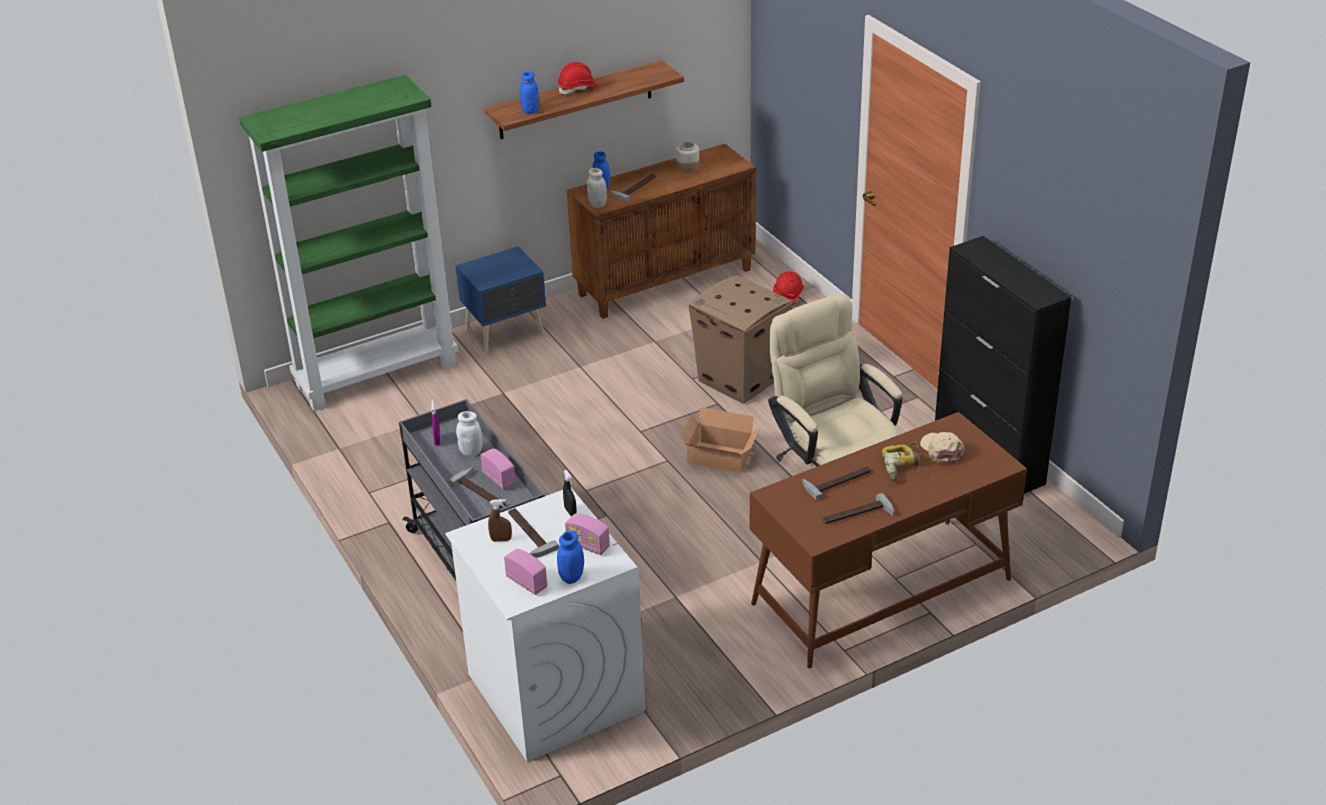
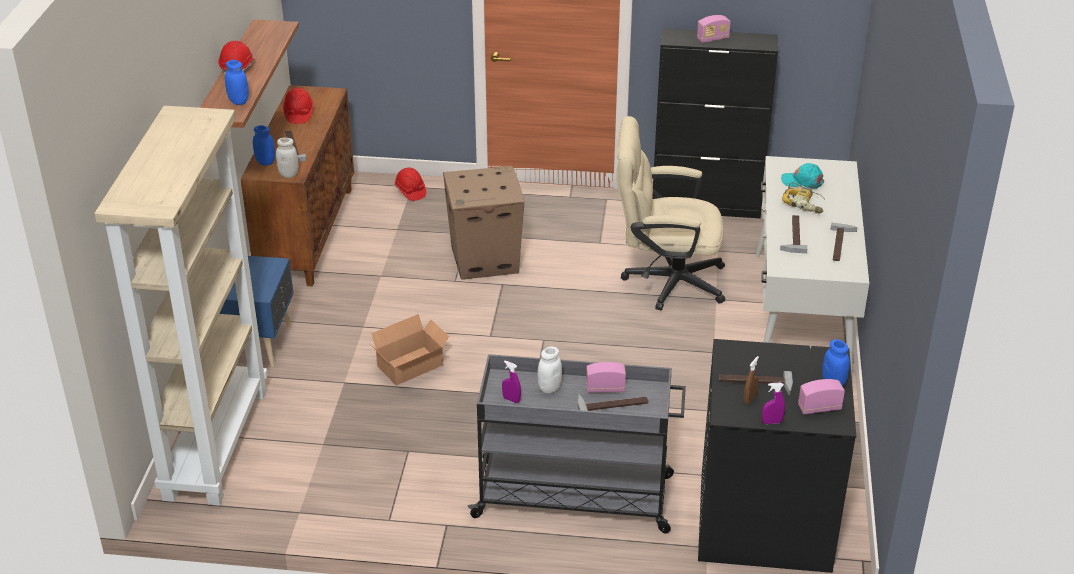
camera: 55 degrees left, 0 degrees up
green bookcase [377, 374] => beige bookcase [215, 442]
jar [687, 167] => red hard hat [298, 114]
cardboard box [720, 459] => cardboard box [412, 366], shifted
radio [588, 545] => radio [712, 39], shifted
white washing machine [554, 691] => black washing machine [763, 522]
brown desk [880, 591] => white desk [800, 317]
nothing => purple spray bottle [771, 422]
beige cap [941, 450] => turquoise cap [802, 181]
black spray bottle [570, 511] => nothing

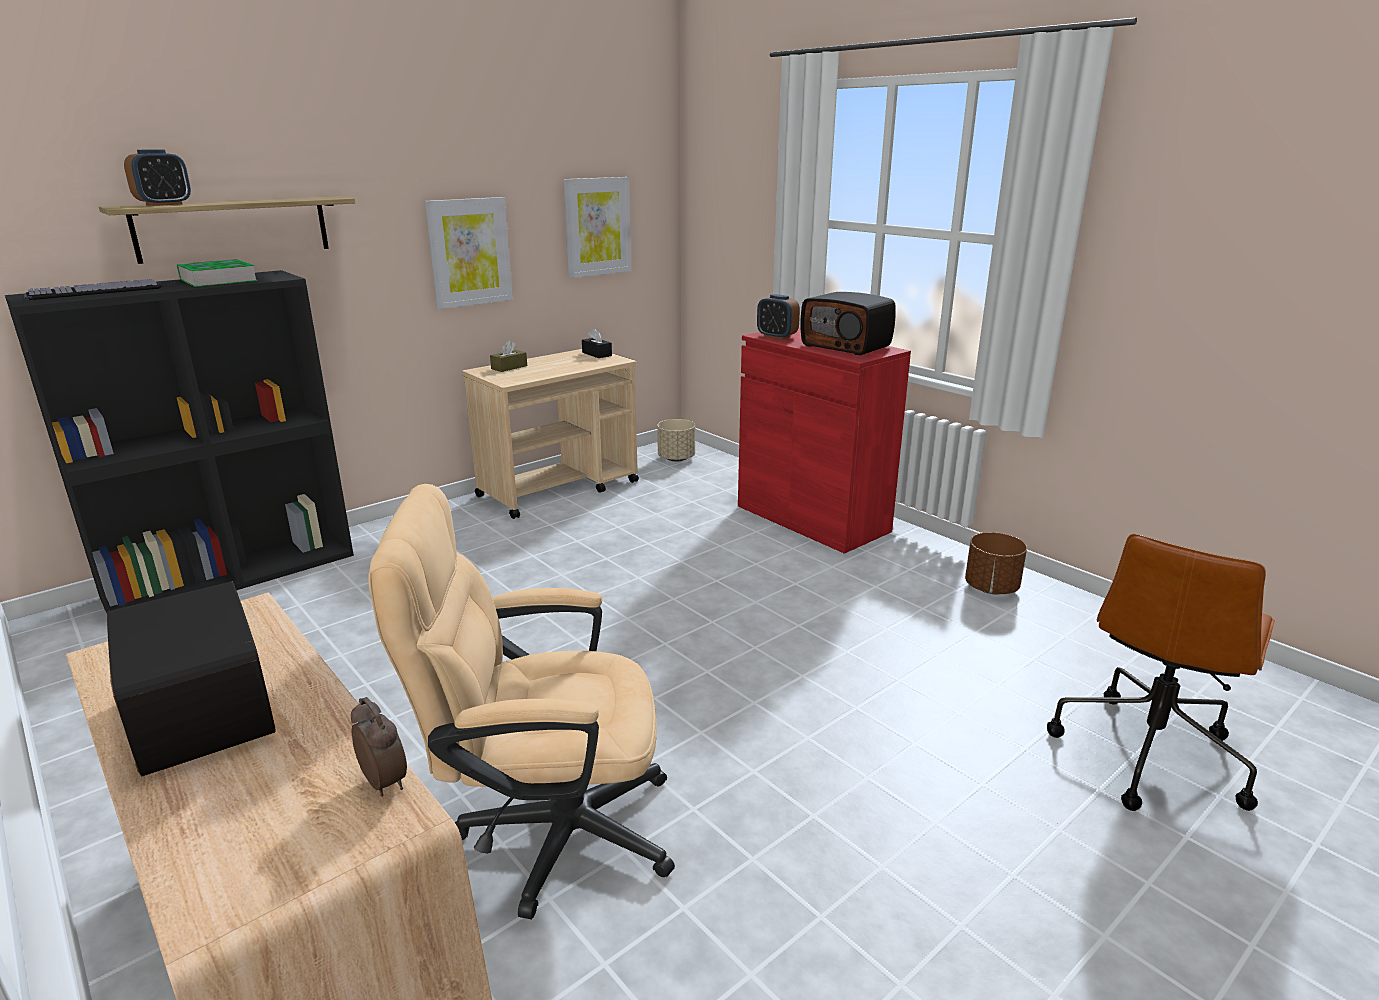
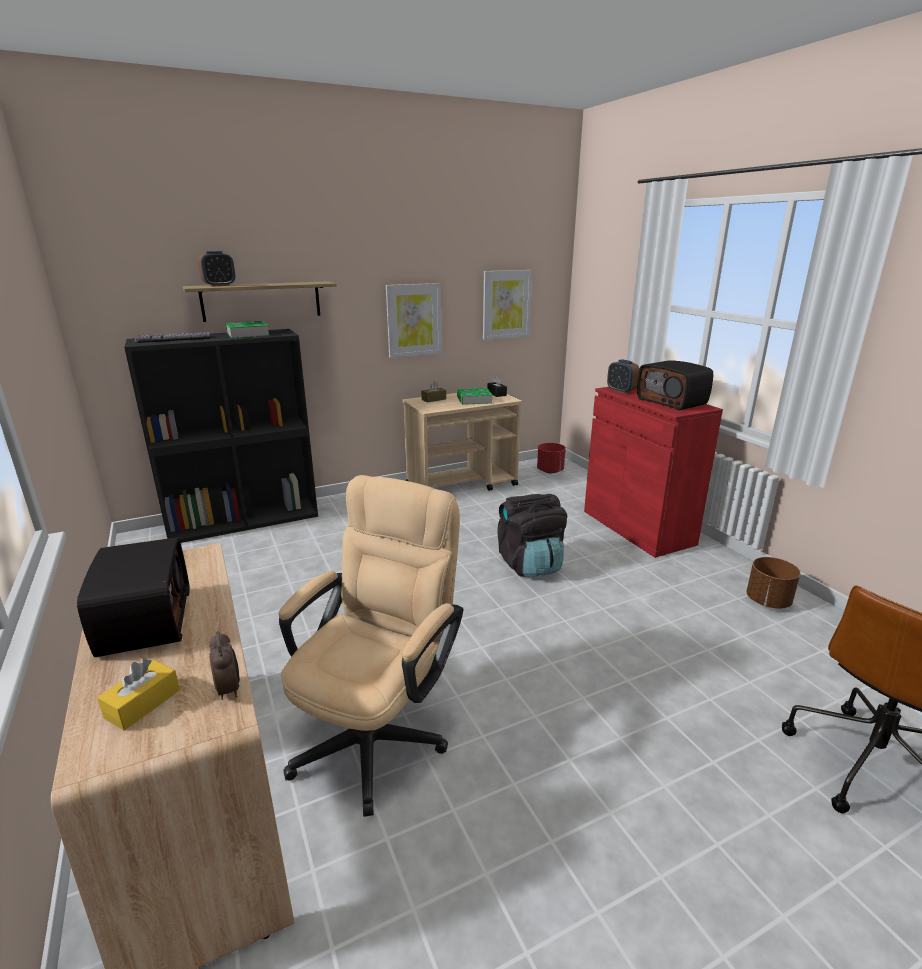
camera: 15 degrees right, 0 degrees up
nothing => yellow tissue box [143, 704]
beige office chair [546, 830] => beige office chair [378, 731], 105 degrees clockwise
nothing => book [474, 400]
nothing => black backpack [530, 564]
beige planter [676, 458] => red planter [550, 471]

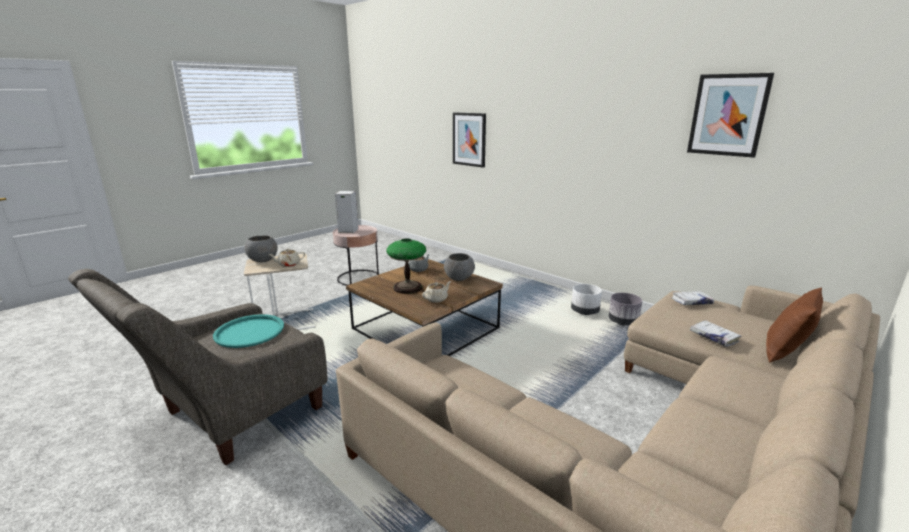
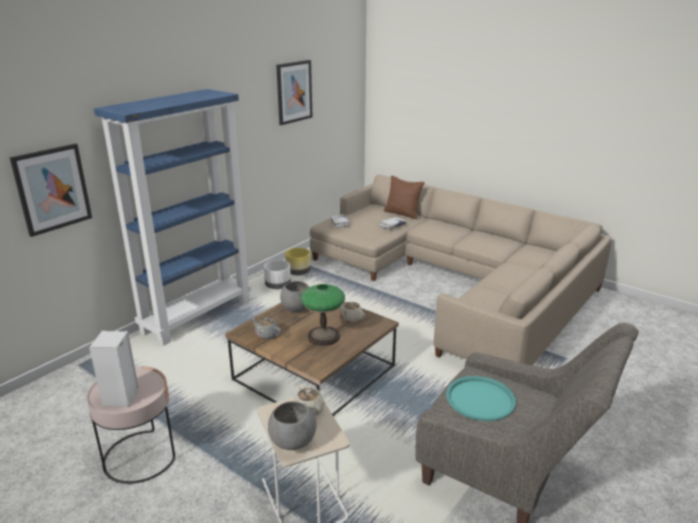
camera: 95 degrees left, 5 degrees up
nothing => blue bookcase [197, 315]
grey planter [623, 322] => yellow planter [298, 273]

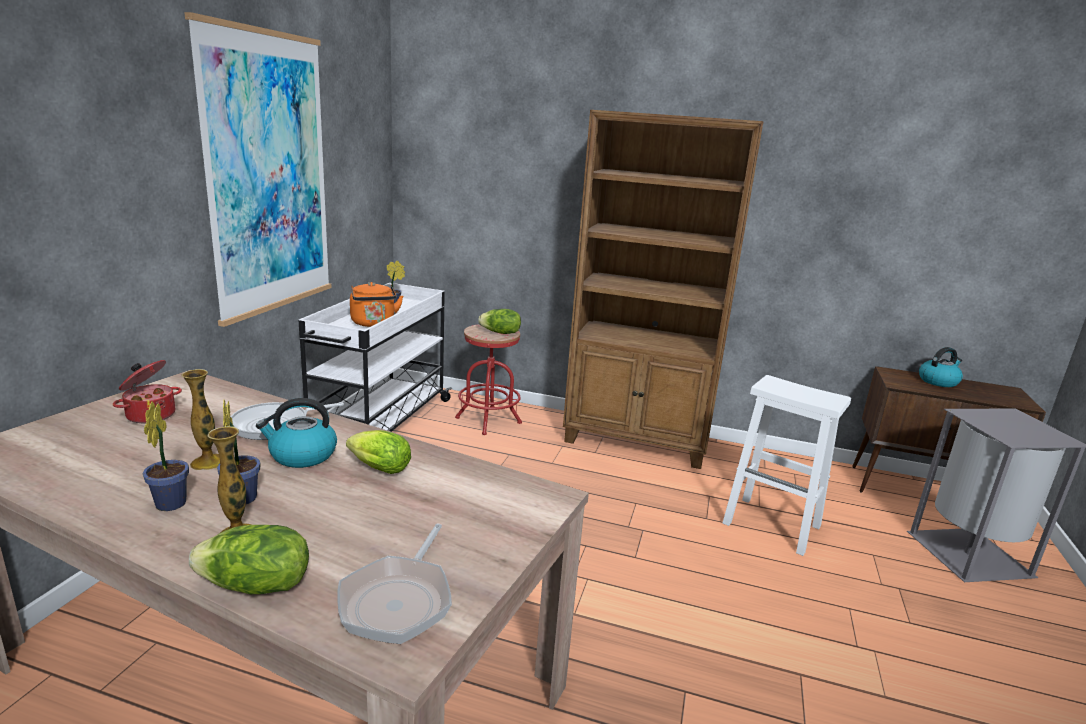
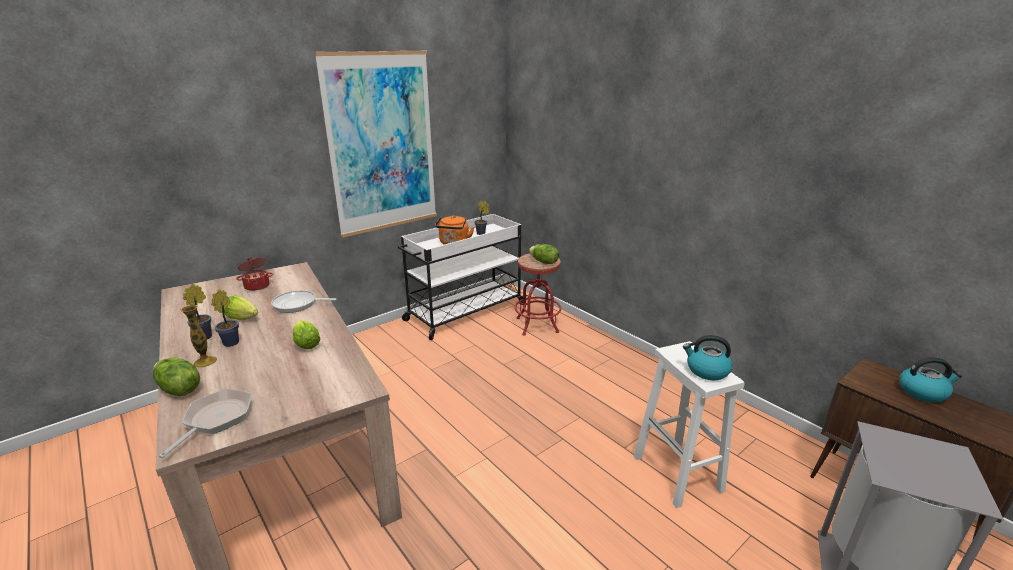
camera: 35 degrees right, 5 degrees up
frying pan [399, 600] => frying pan [215, 419], 150 degrees clockwise
vase [208, 462] => lettuce [244, 319]
kettle [302, 455] => kettle [706, 370], shifted
brown bookcase [637, 442] => nothing

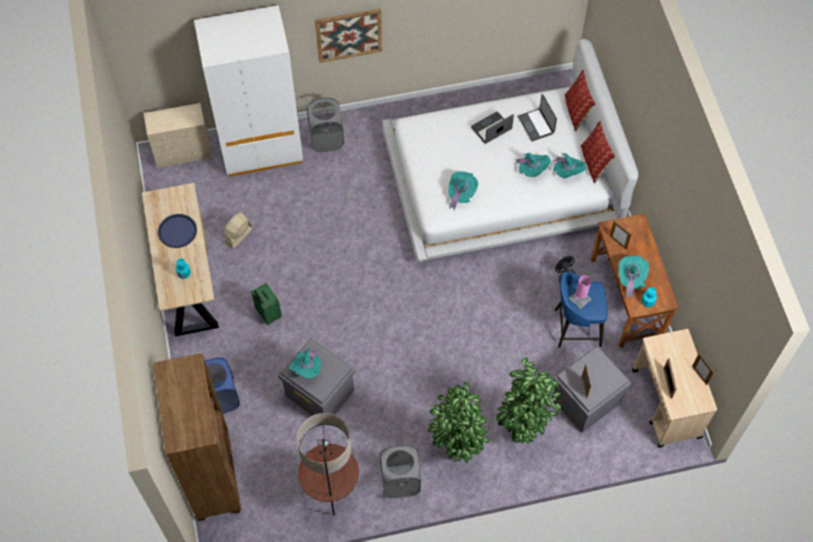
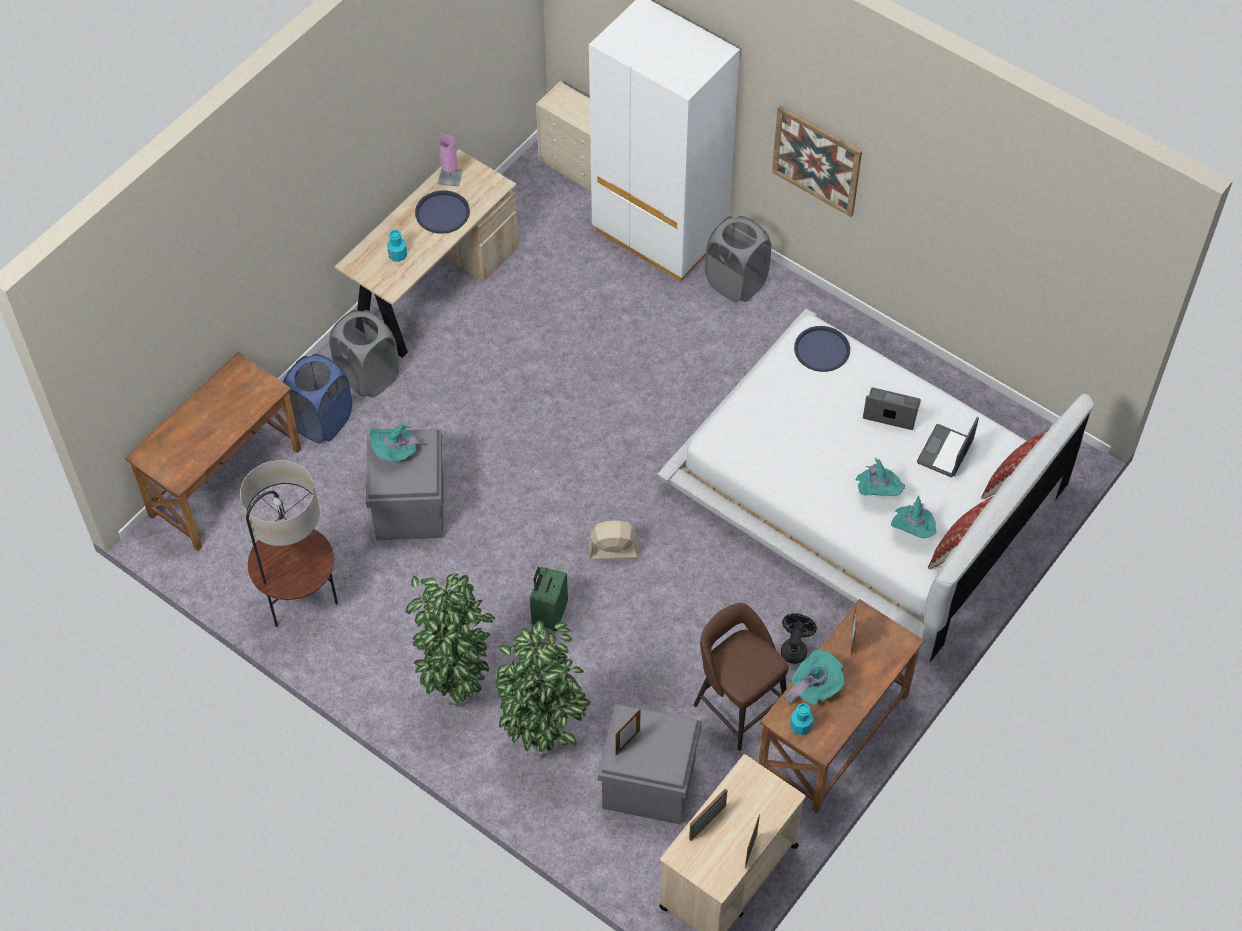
camera: 50 degrees right, 5 degrees down
brown bookcase [214, 475] => brown desk [225, 482]
grey laundry basket [400, 481] => grey laundry basket [368, 376], shifted
pink table lamp [580, 299] => pink table lamp [450, 177], shifted
green suitcase [267, 314] => green suitcase [549, 615], shifted
beige fan [239, 235] => beige fan [613, 551], shifted
blue stool [575, 327] => brown stool [738, 705]
nothing => blue tray [821, 349]
turquoise hat [461, 194] => nothing

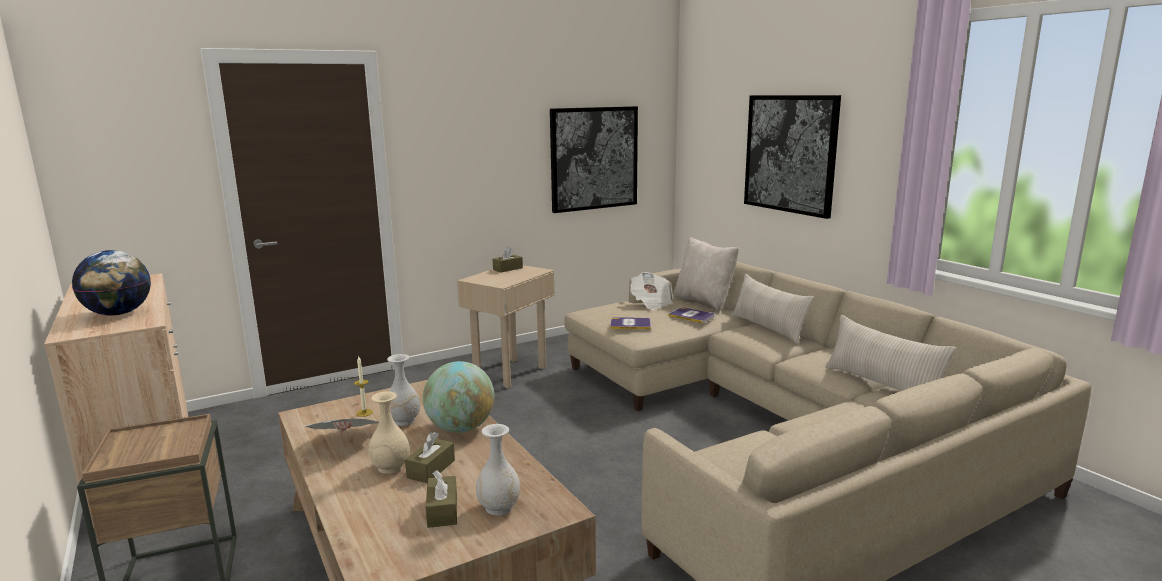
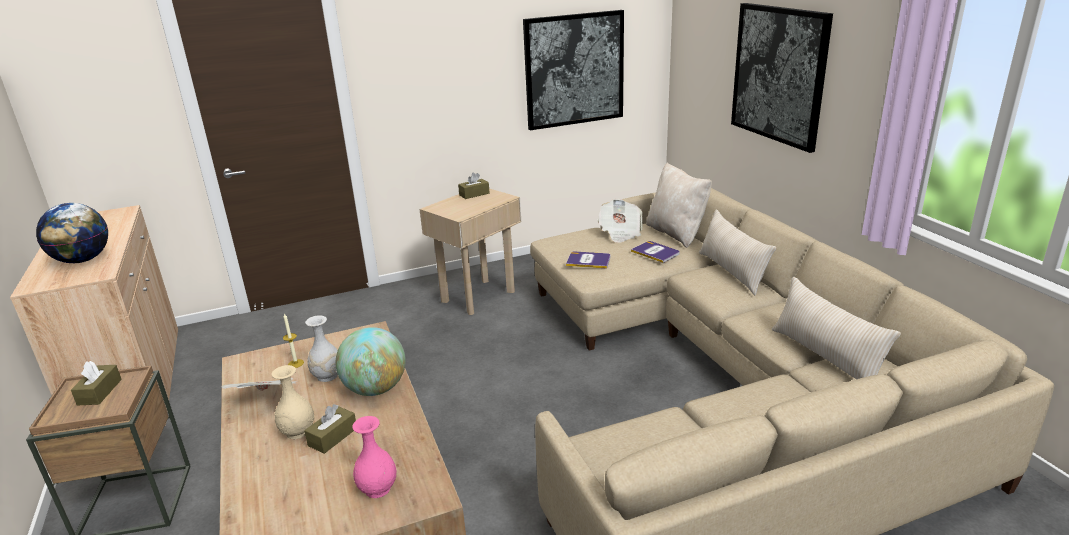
camera: 10 degrees right, 10 degrees up
brown tissue box [442, 511] => brown tissue box [99, 392], shifted
white vase [499, 507] => pink vase [378, 488]

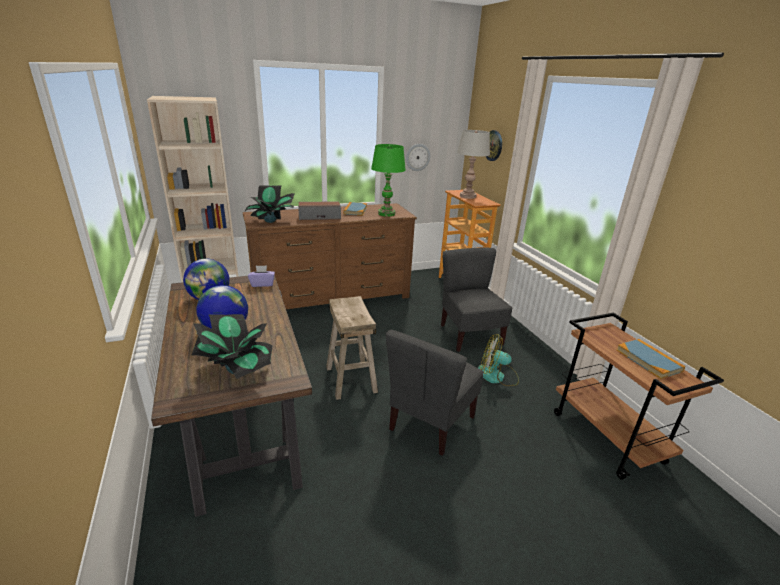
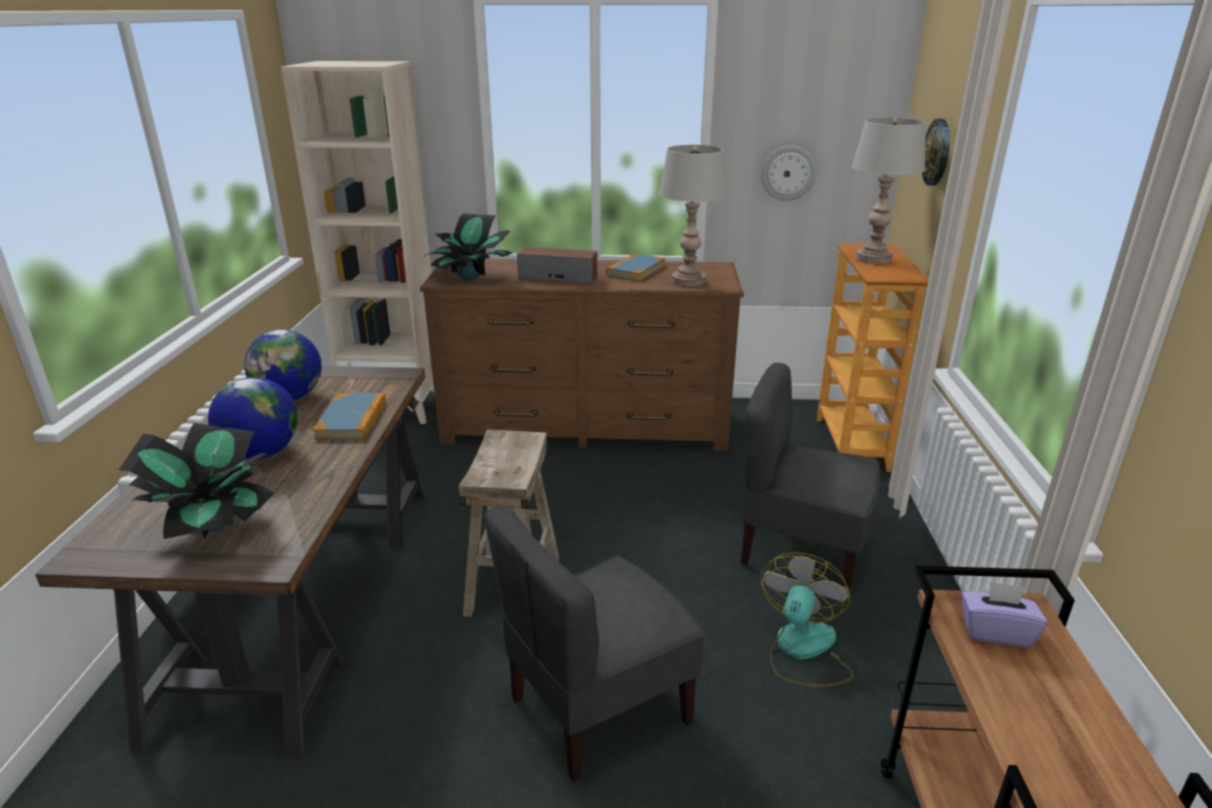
camera: 25 degrees right, 0 degrees up
book [648, 360] => book [352, 419], shifted
green table lamp [386, 213] => grey table lamp [688, 281]
grey chair [469, 335] => grey chair [801, 551], 75 degrees counterclockwise
fan [497, 376] => fan [803, 651], 75 degrees clockwise
purple tissue box [262, 284] => purple tissue box [995, 631], shifted

